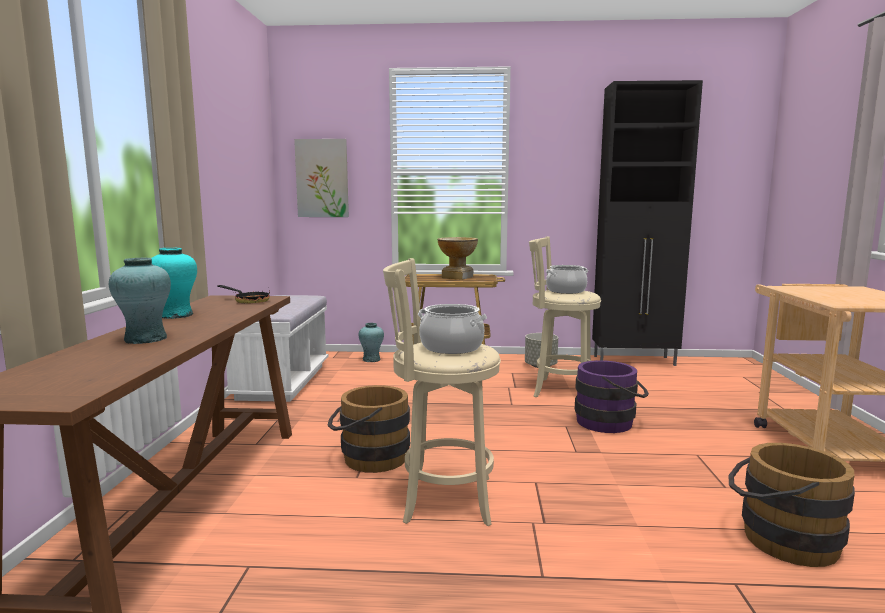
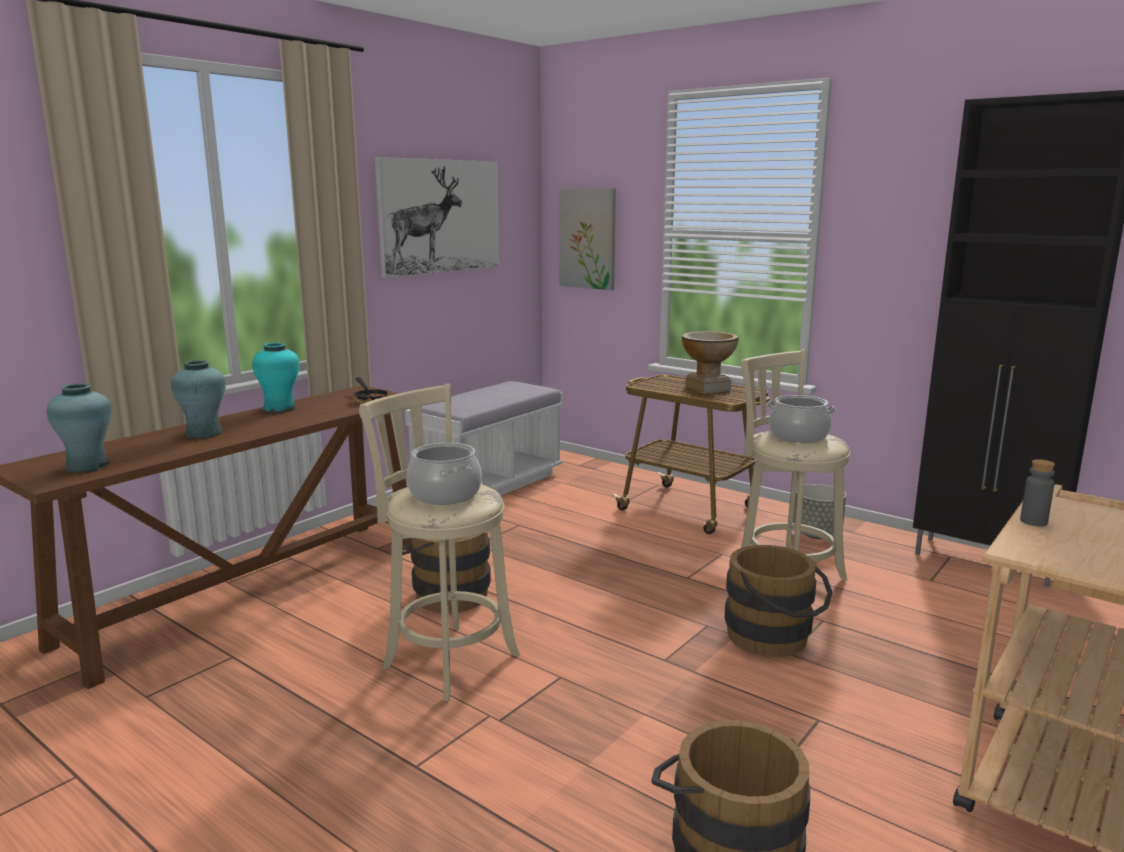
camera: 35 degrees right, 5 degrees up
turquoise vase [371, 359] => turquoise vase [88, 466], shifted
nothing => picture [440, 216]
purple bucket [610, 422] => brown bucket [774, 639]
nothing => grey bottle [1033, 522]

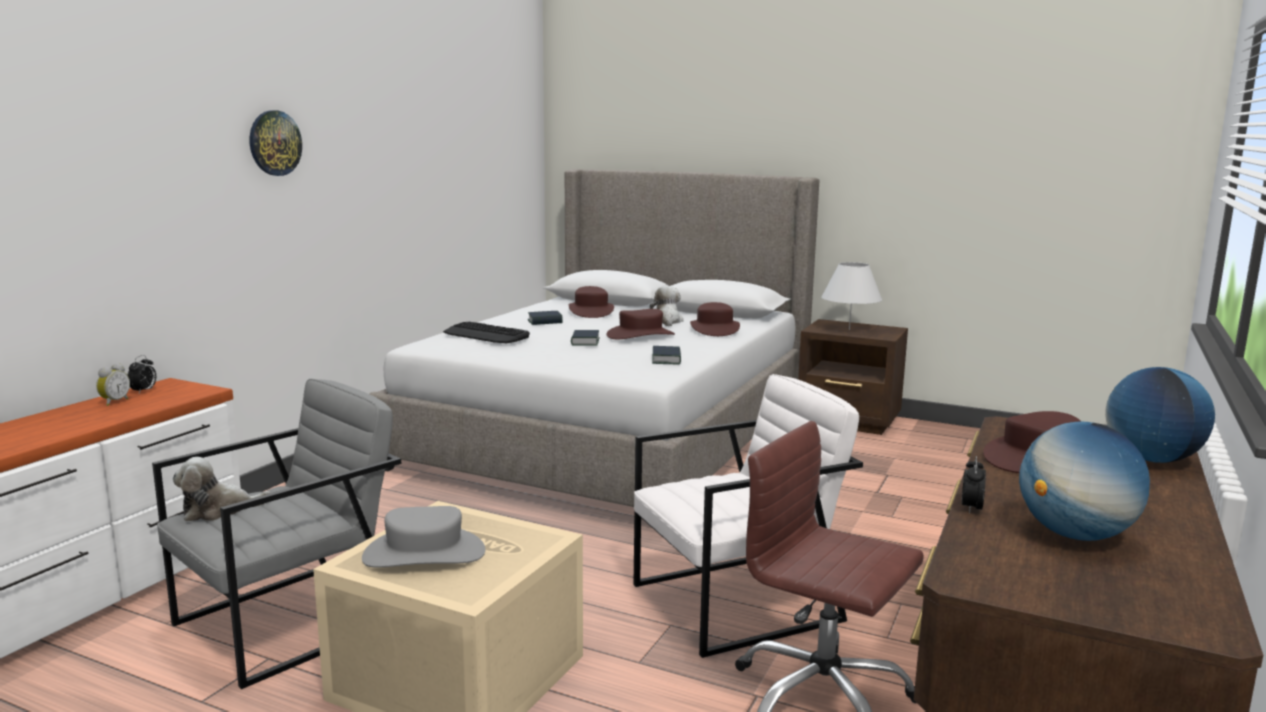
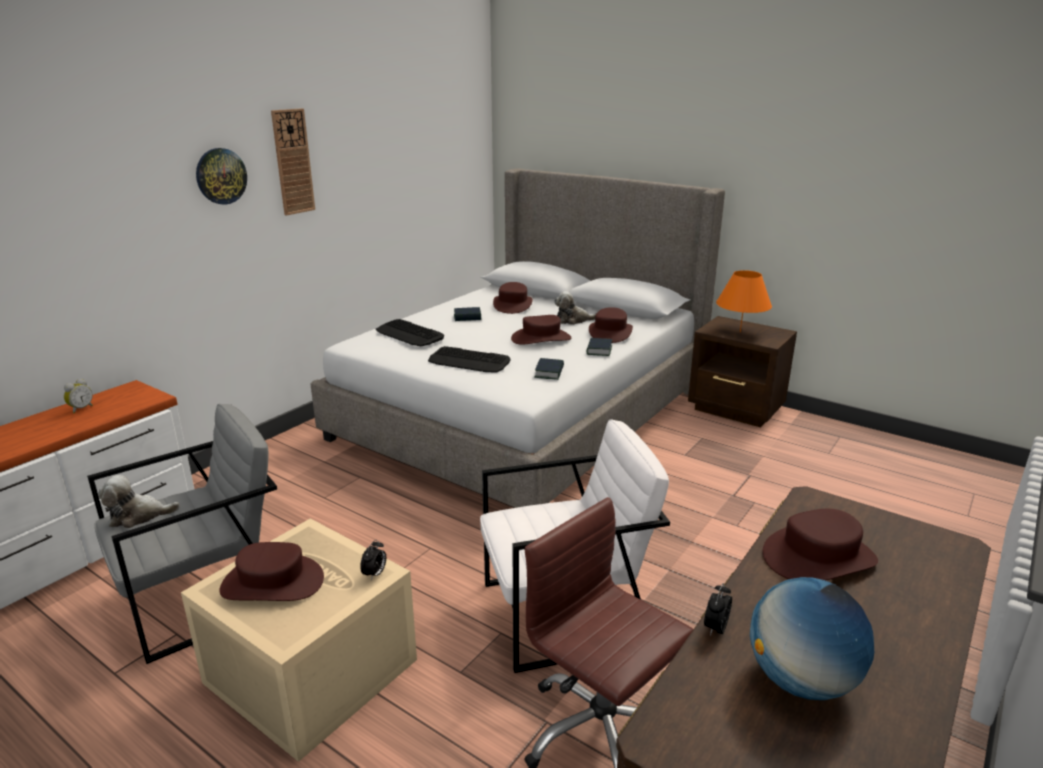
camera: 10 degrees right, 10 degrees up
grey hat [424, 553] => brown hat [273, 583]
nothing => wall clock [293, 162]
alarm clock [144, 391] => alarm clock [375, 574], shifted
nothing => keyboard [469, 361]
plush toy [667, 321] => plush toy [573, 320], 105 degrees counterclockwise
book [585, 342] => book [599, 350], shifted
white table lamp [849, 329] => orange table lamp [740, 332]
globe [1151, 459] => nothing

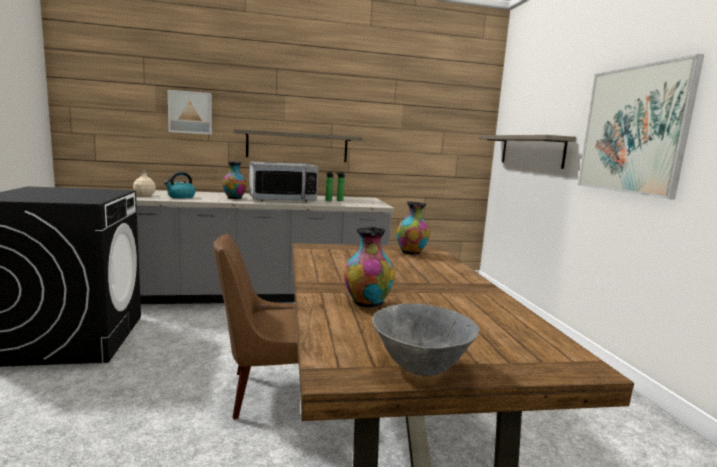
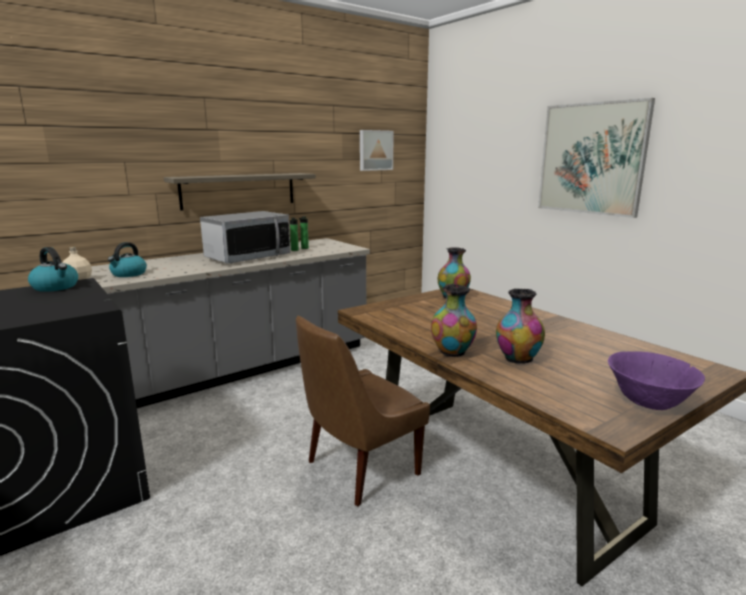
camera: 25 degrees left, 5 degrees up
nothing => kettle [56, 287]
picture [190, 112] => picture [375, 150], shifted
vase [234, 198] => vase [452, 353], shifted
grey bowl [420, 368] => purple bowl [647, 404]
shelf [531, 151] => nothing

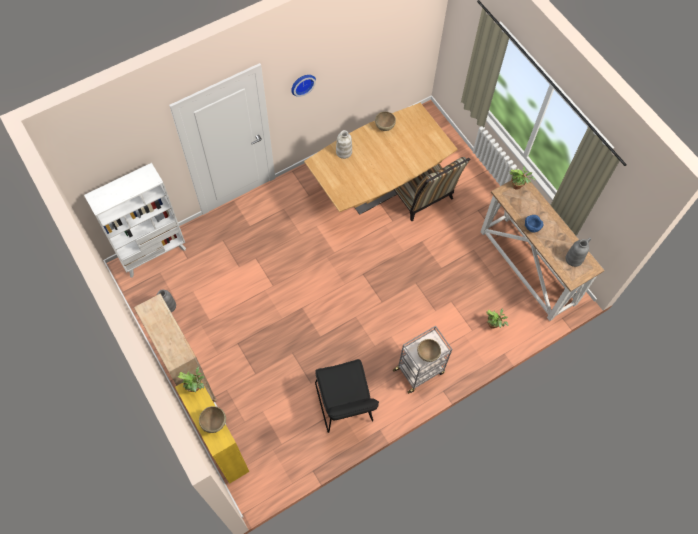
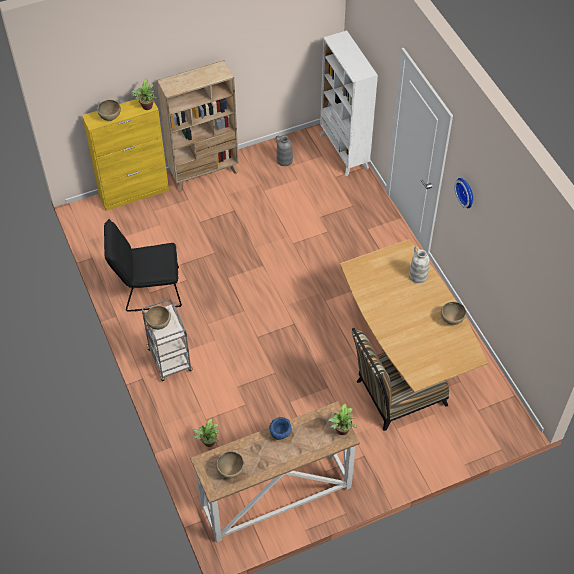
camera: 100 degrees right, 10 degrees down
grey vase [574, 258] => brown bowl [231, 471]

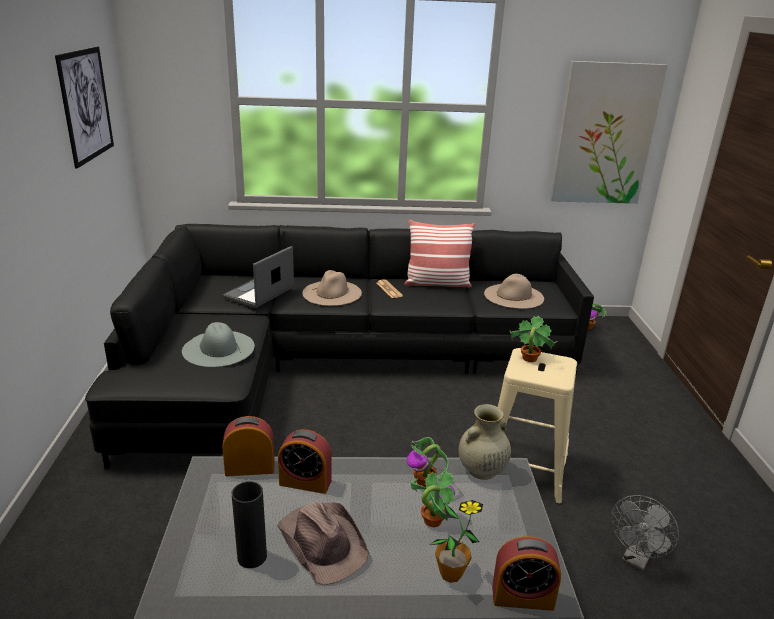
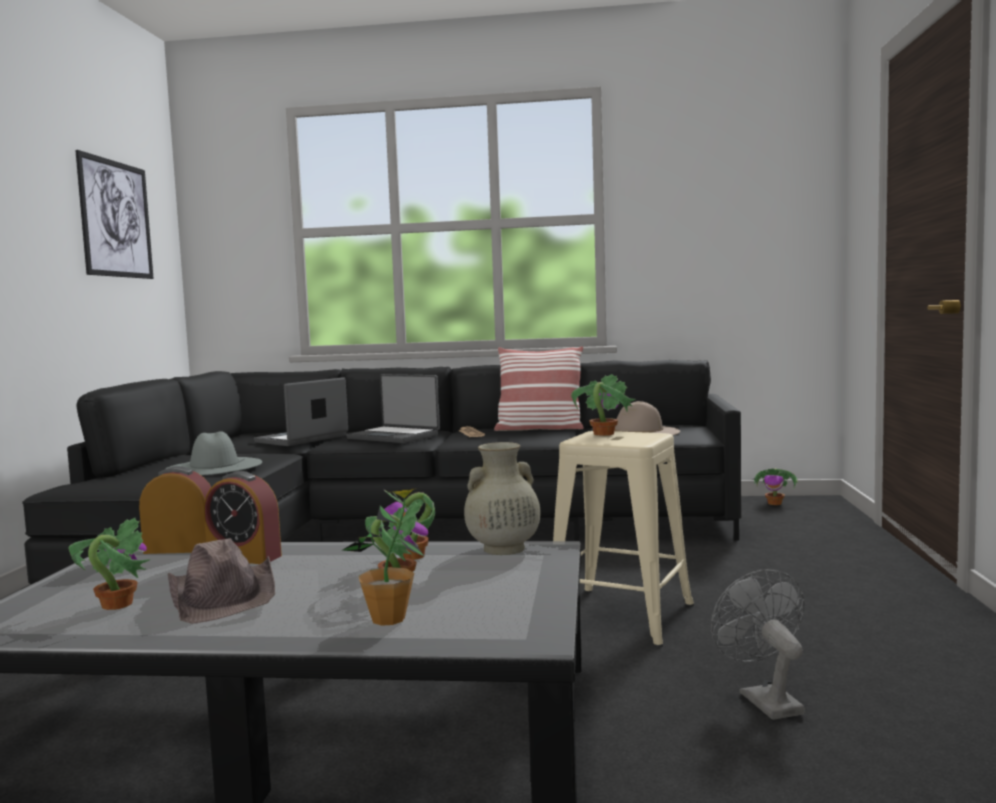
camera: 10 degrees right, 20 degrees down
black vase [252, 557] => potted plant [116, 605]
beige hat [332, 293] => laptop [394, 436]
grey fan [636, 559] => grey fan [764, 700], 120 degrees clockwise
alarm clock [522, 597] => nothing
picture [604, 135] => nothing

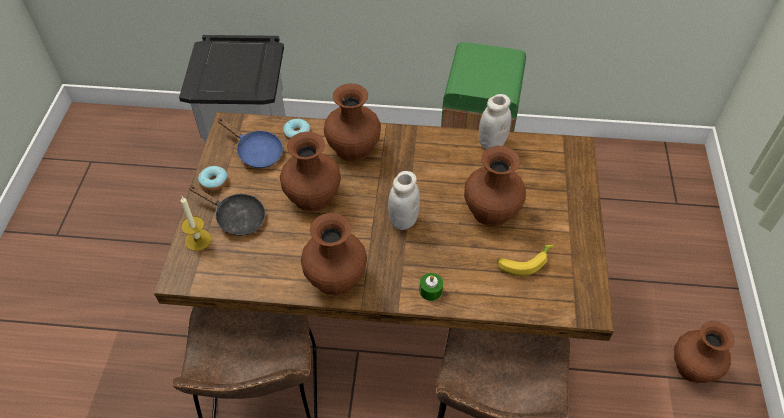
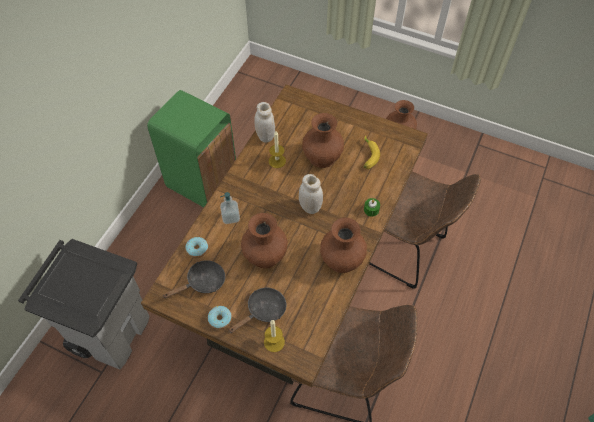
camera: 70 degrees left, 5 degrees up
blue frying pan [256, 152] => black frying pan [203, 282]
brown vase [353, 148] => soap dispenser [231, 217]
nothing => candle [277, 161]

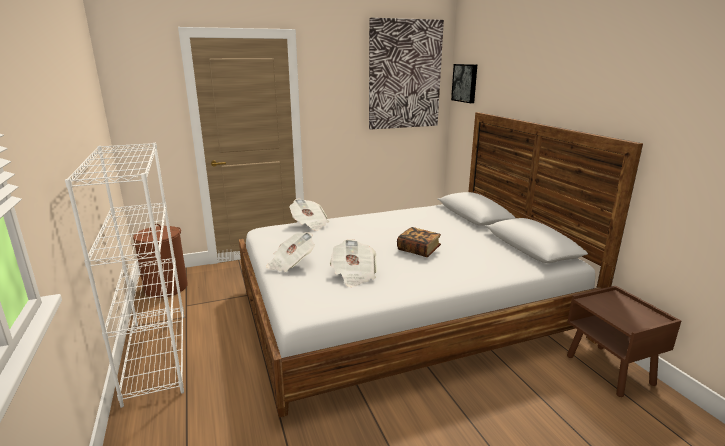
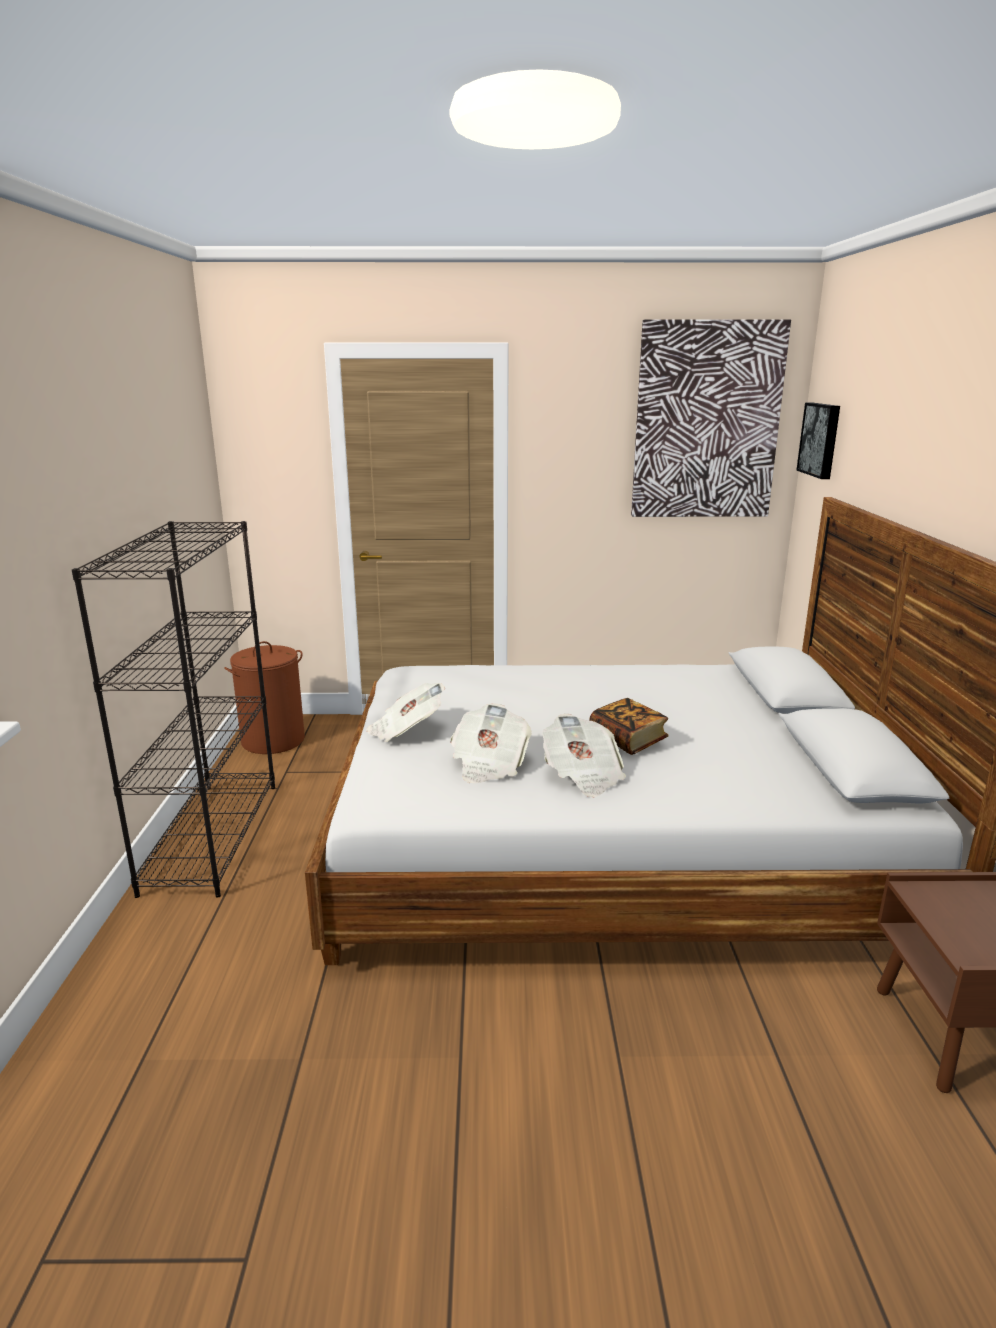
camera: 20 degrees right, 0 degrees up
white bookcase [156, 355] => black bookcase [212, 835]
newspaper [309, 224] => newspaper [582, 775], shifted

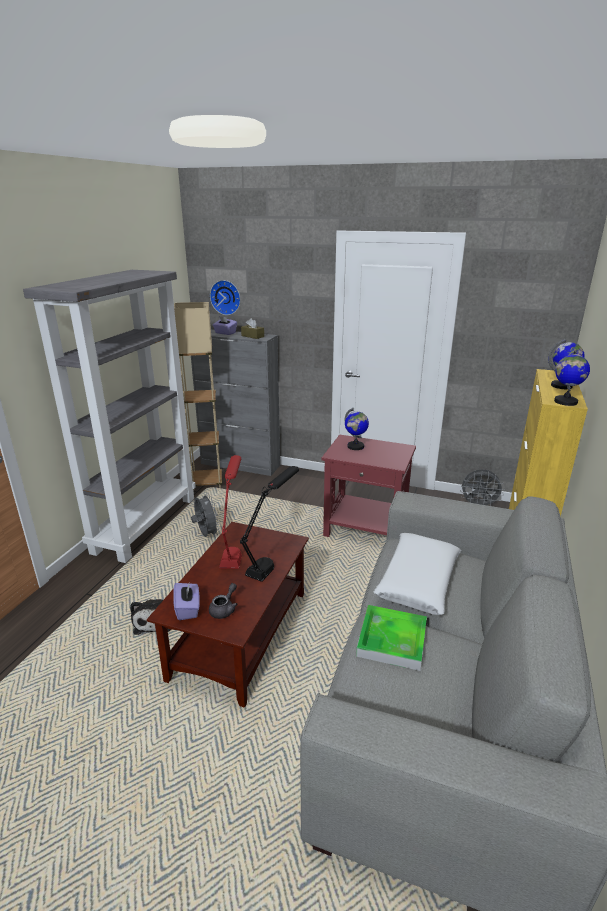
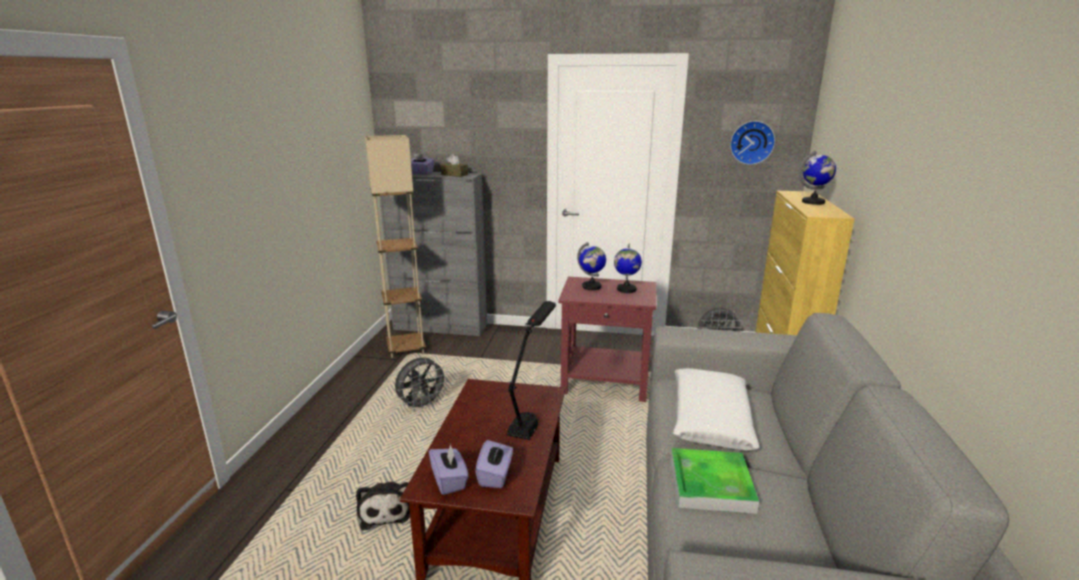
camera: 10 degrees left, 5 degrees down
grey fan [206, 535] => grey fan [422, 405], 90 degrees clockwise
grey teapot [224, 609] => purple tissue box [495, 475]
globe [565, 402] => globe [626, 289], shifted
wall clock [226, 297] => wall clock [751, 142], shifted
grey bookcase [145, 523] => nothing
red table lamp [234, 547] => nothing

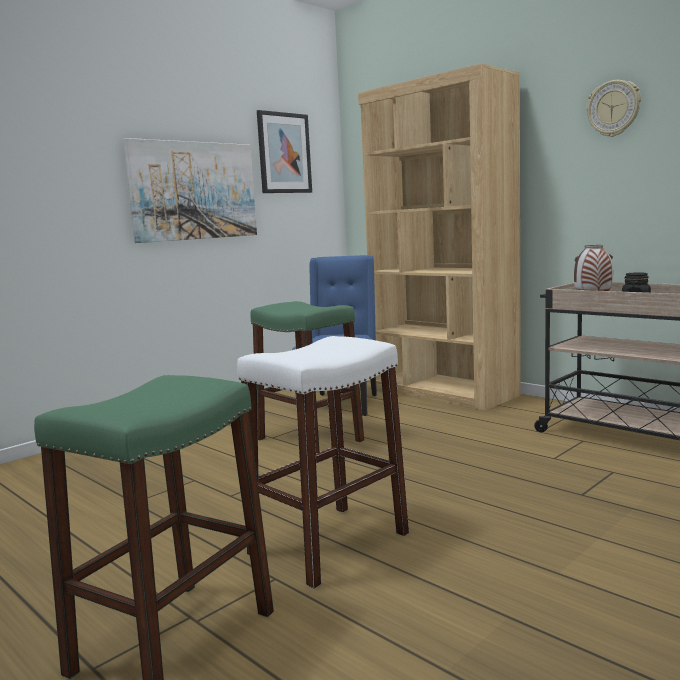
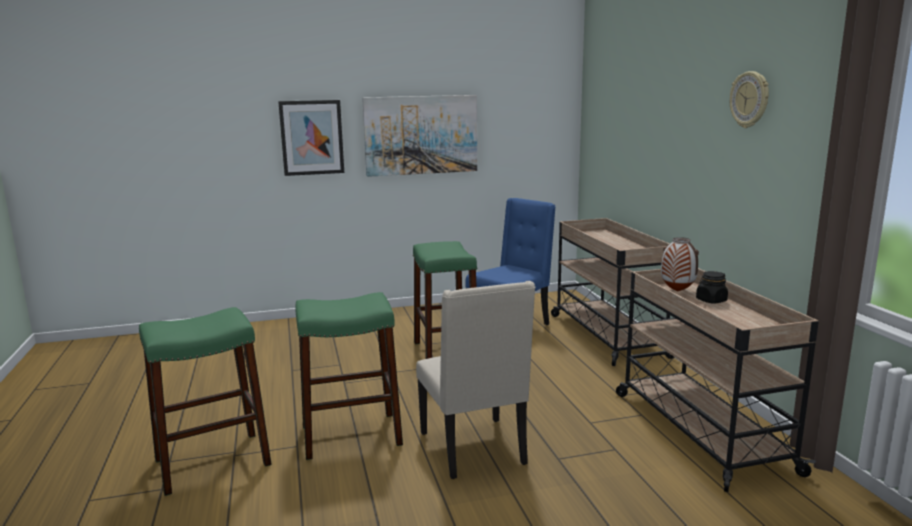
camera: 30 degrees right, 5 degrees up
picture [284, 153] => picture [312, 137], shifted
white stool [329, 544] => green stool [351, 435]
nothing => beige chair [475, 449]
brown bookcase [443, 392] => beige cart [606, 335]

